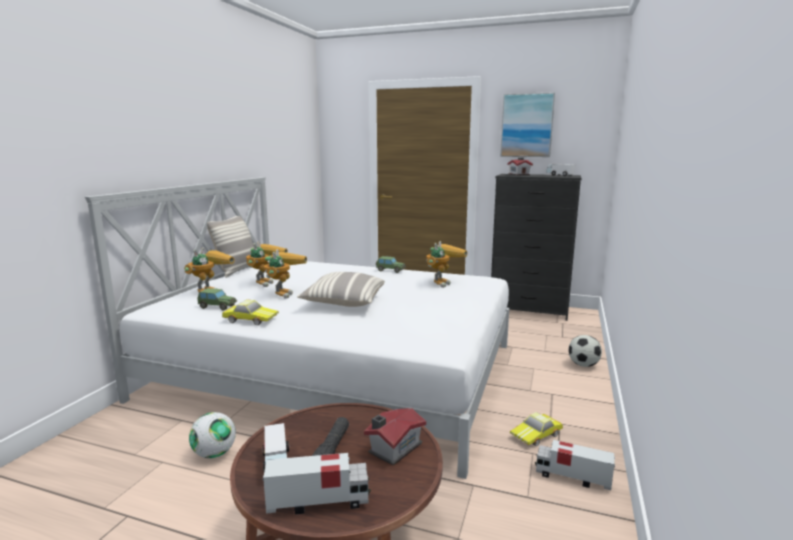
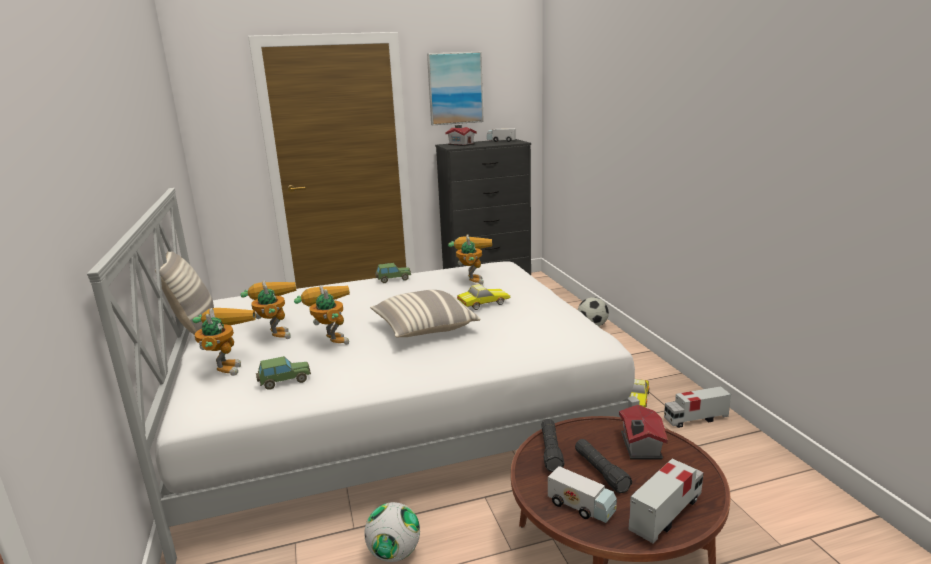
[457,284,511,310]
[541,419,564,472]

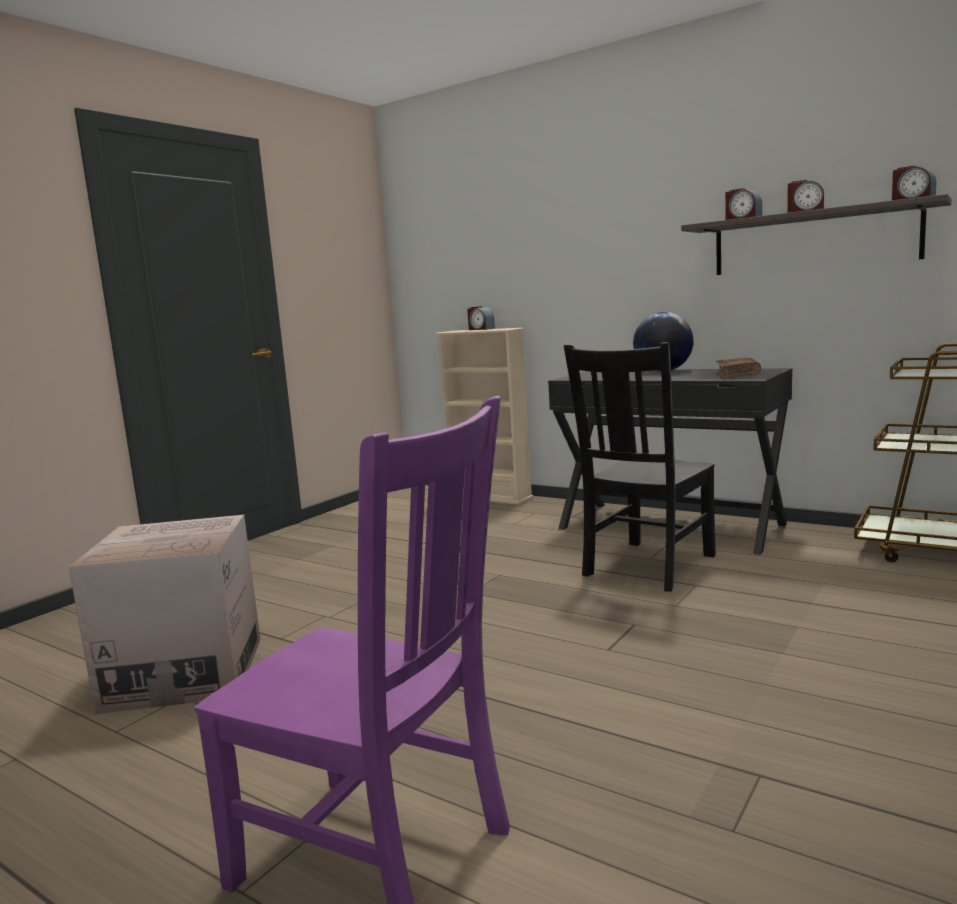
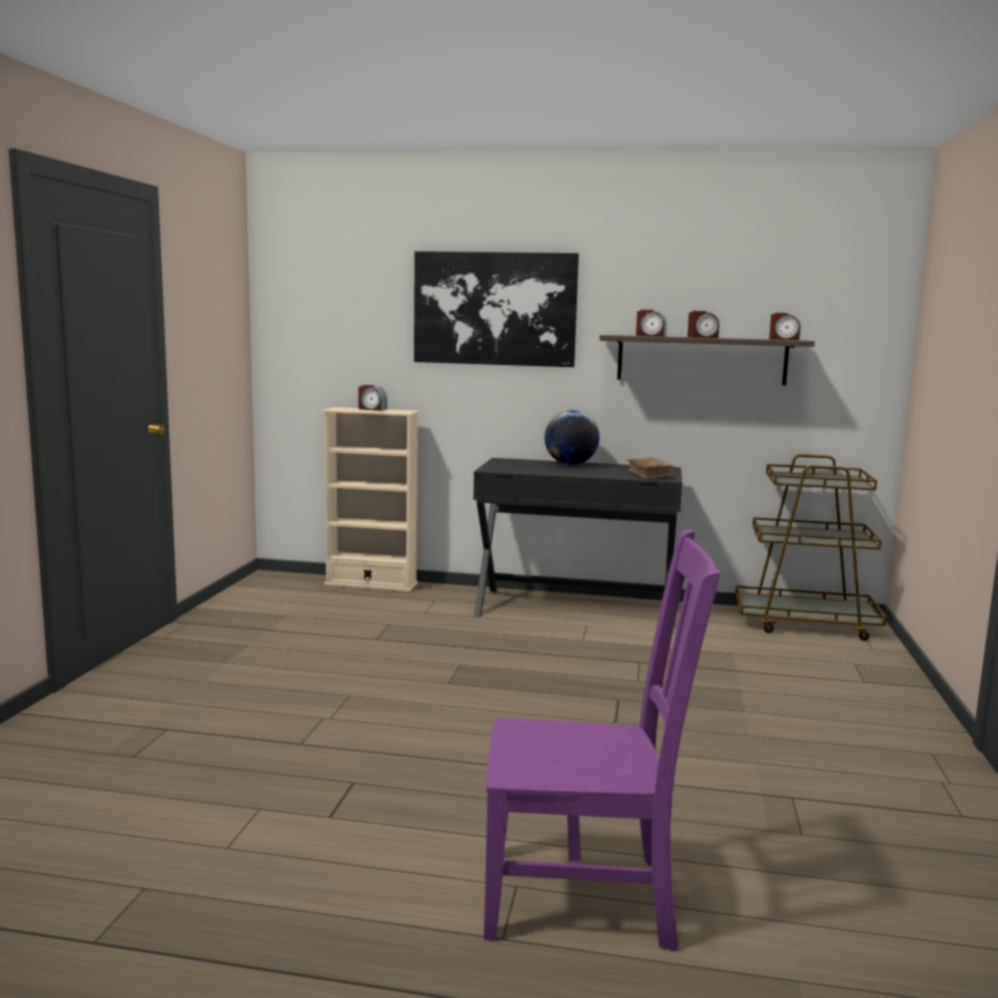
[414,251,579,367]
[69,515,260,715] (first image)
[564,342,716,592] (first image)

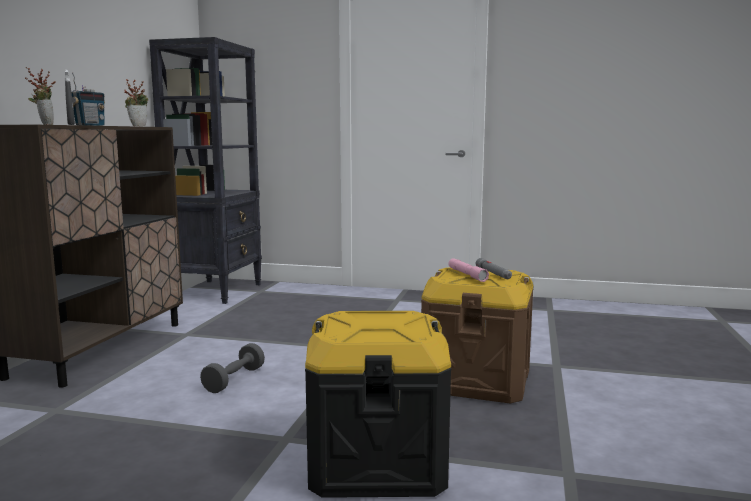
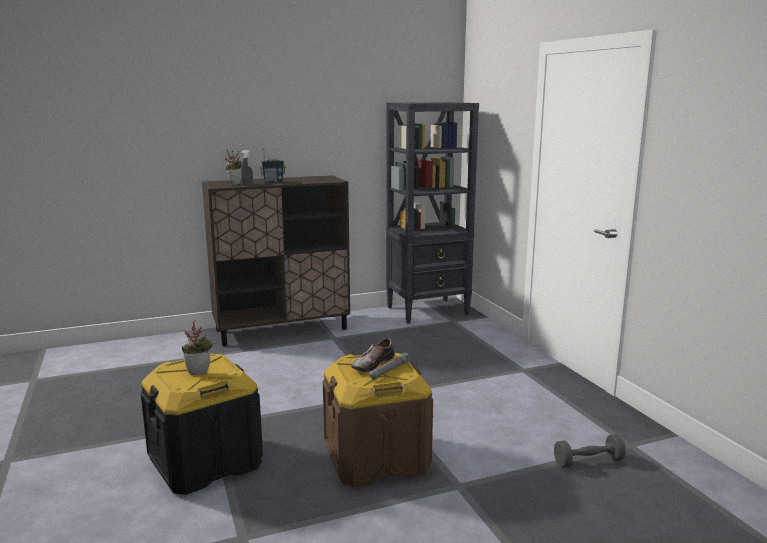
[182,320,214,375]
[351,338,395,372]
[554,434,626,468]

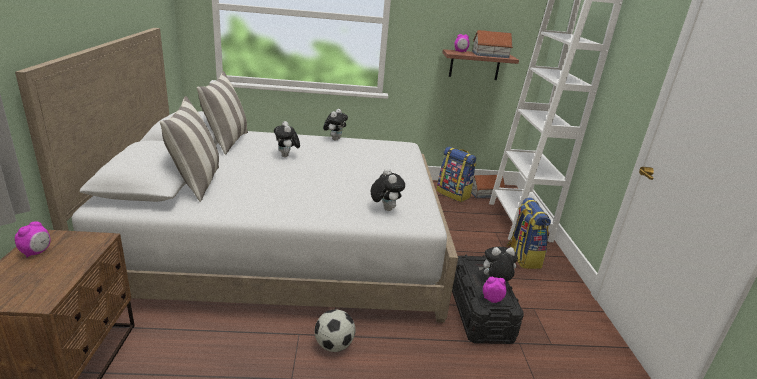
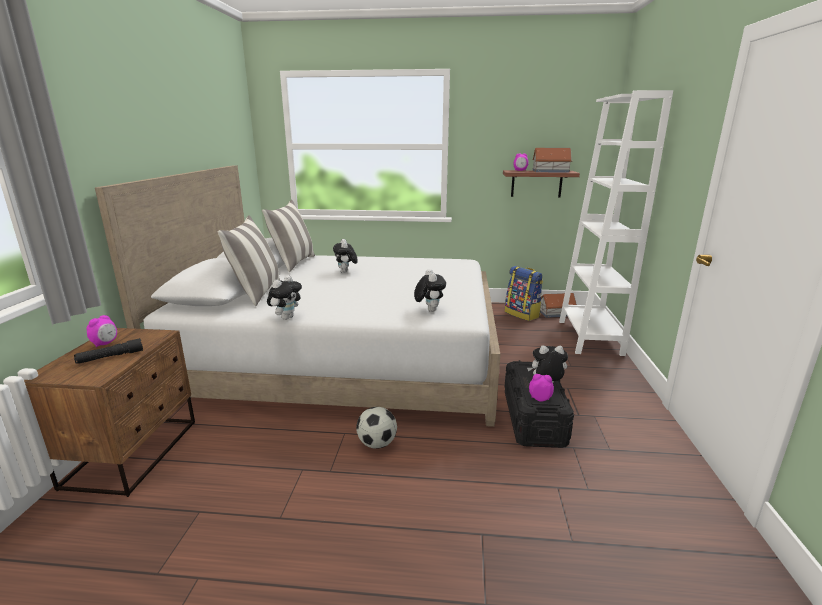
[74,338,143,364]
[267,275,302,320]
[507,198,551,269] (first image)

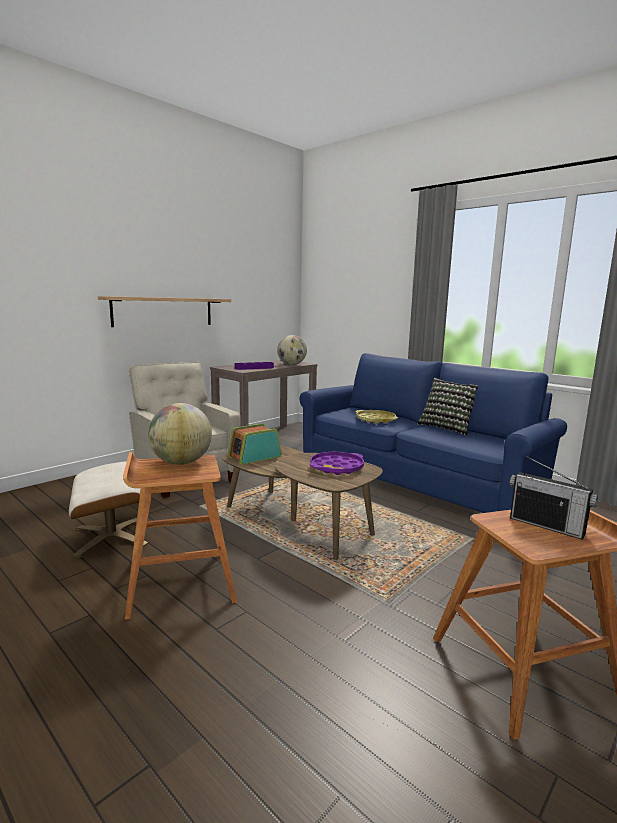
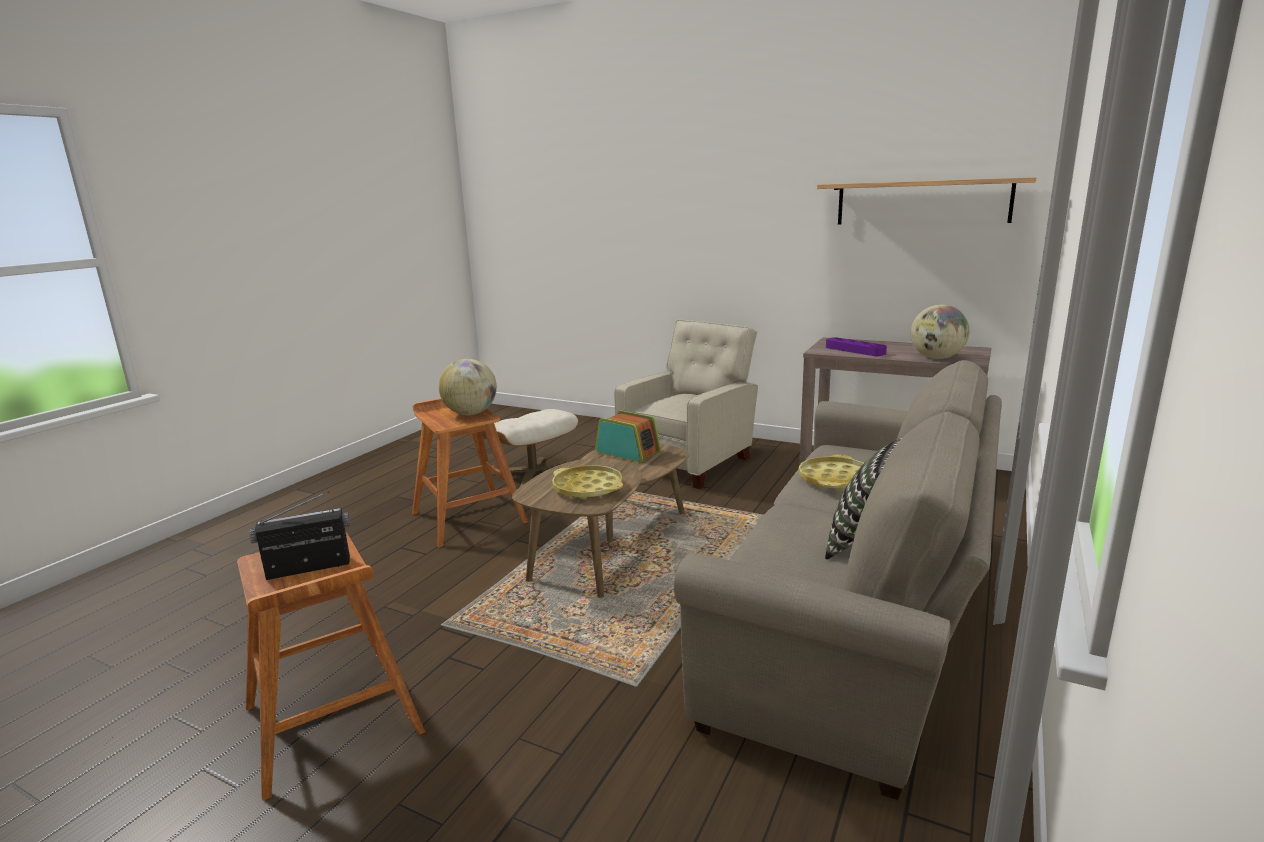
[249,491,350,580]
[552,465,623,499]
[674,360,1002,800]
[817,177,1037,224]

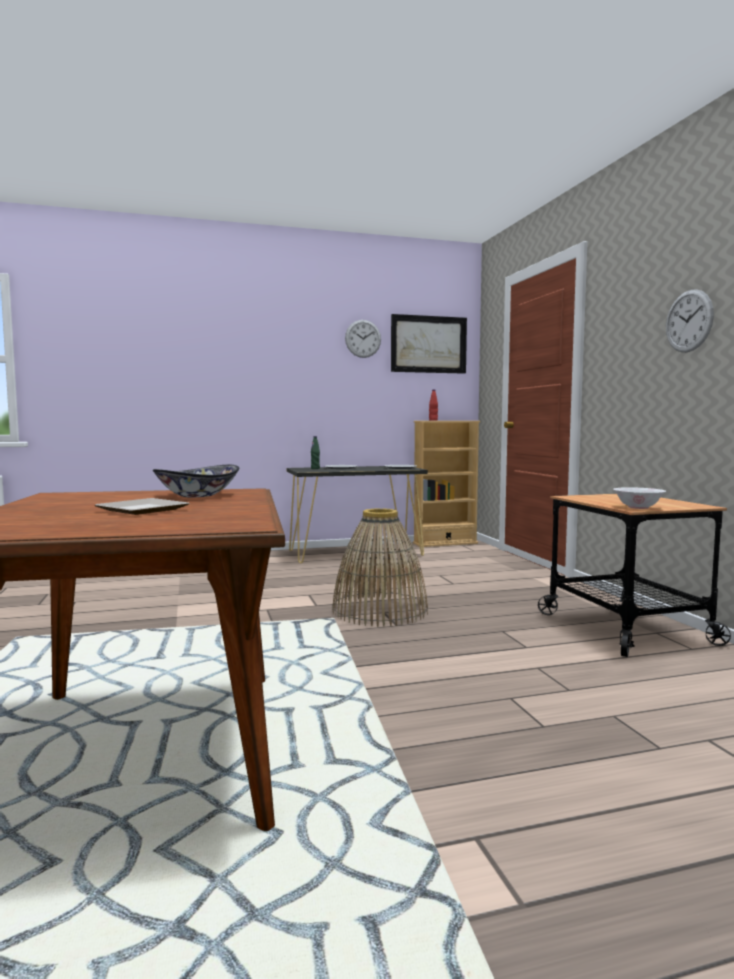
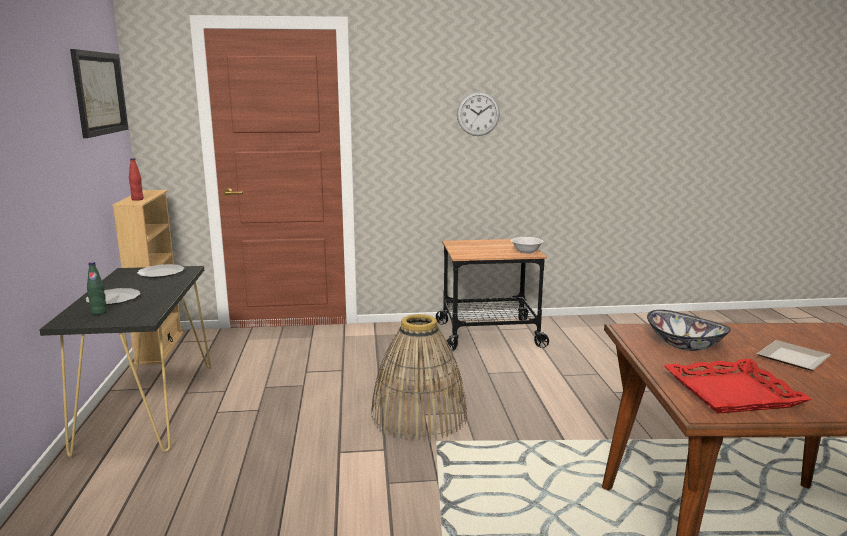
[664,359,812,414]
[345,320,381,358] (first image)

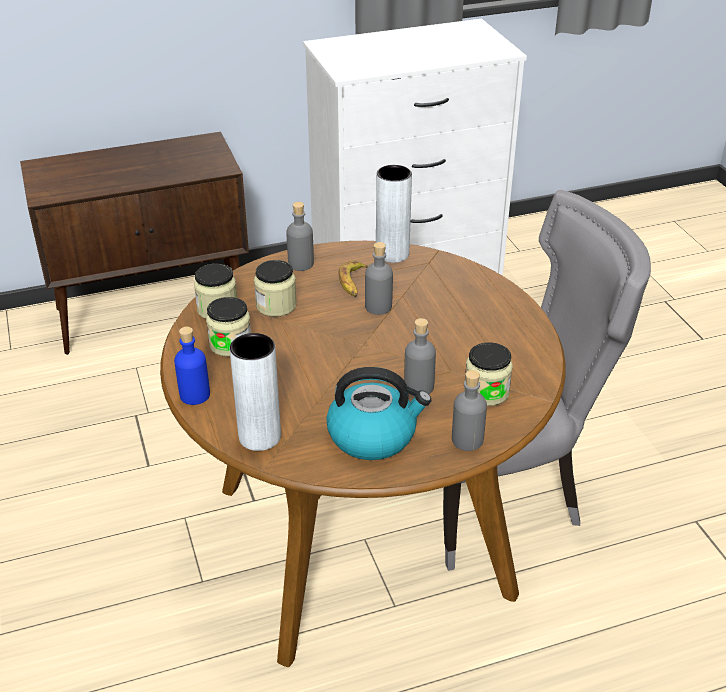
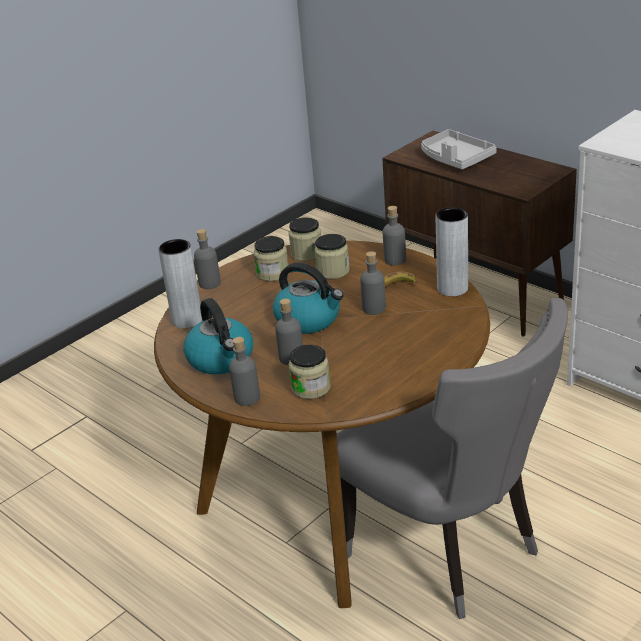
[194,229,221,289]
[273,262,344,334]
[421,129,497,169]

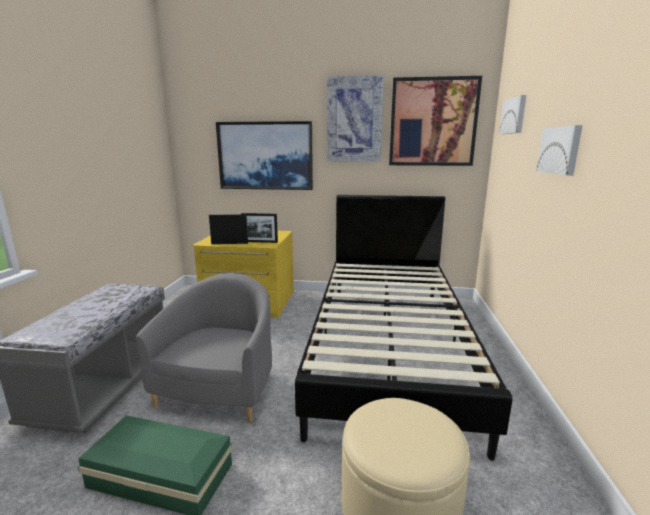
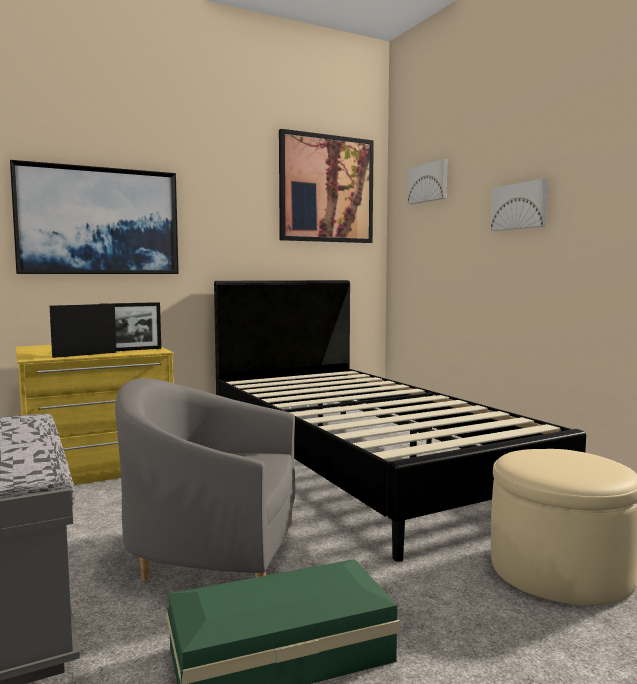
[115,378,295,581]
[327,75,384,162] (first image)

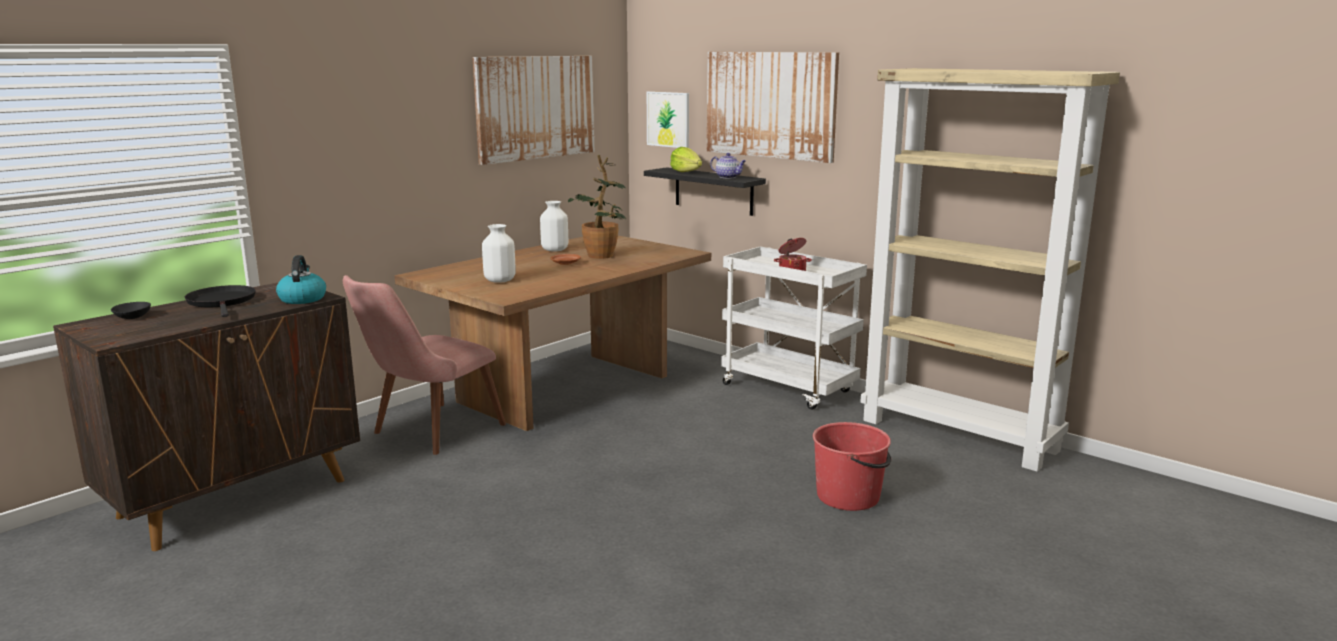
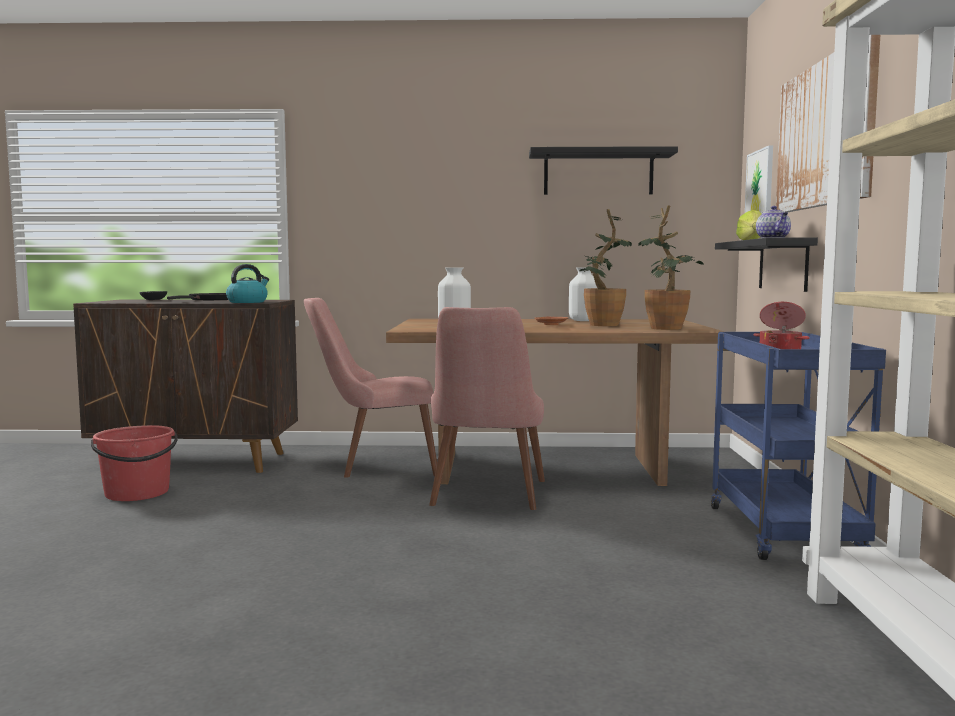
[91,425,178,501]
[429,307,545,510]
[529,146,678,195]
[638,205,704,330]
[711,332,886,560]

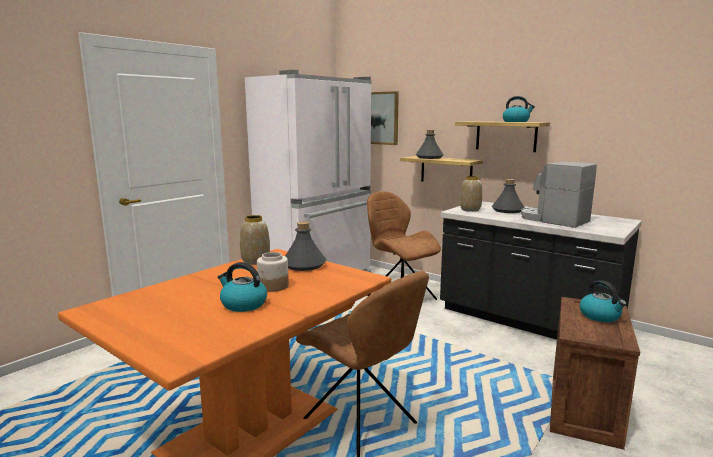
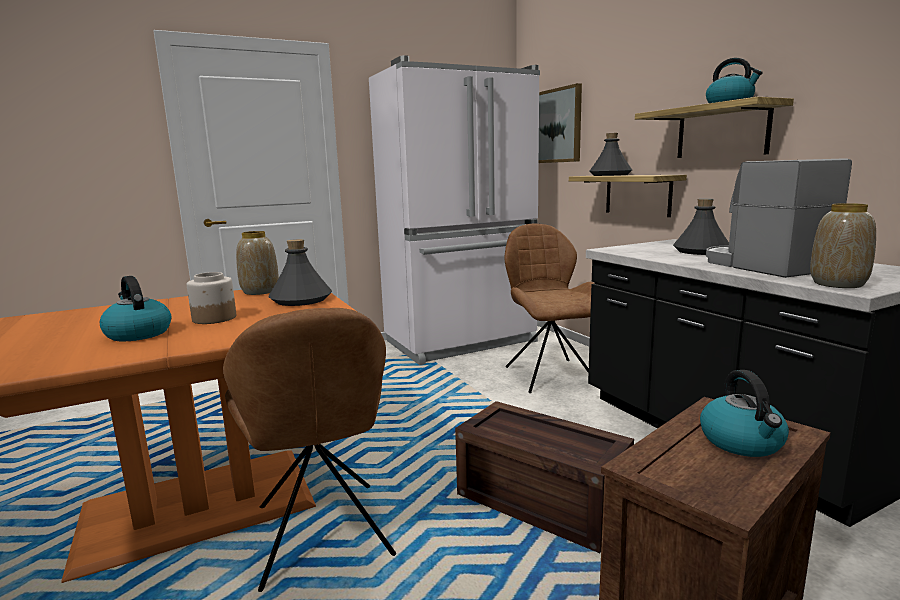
[455,401,634,553]
[810,203,876,288]

